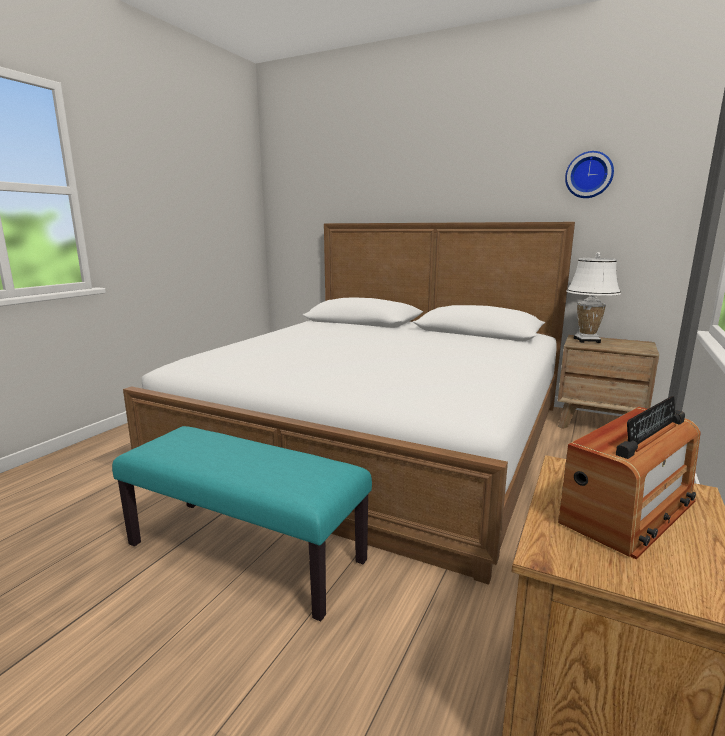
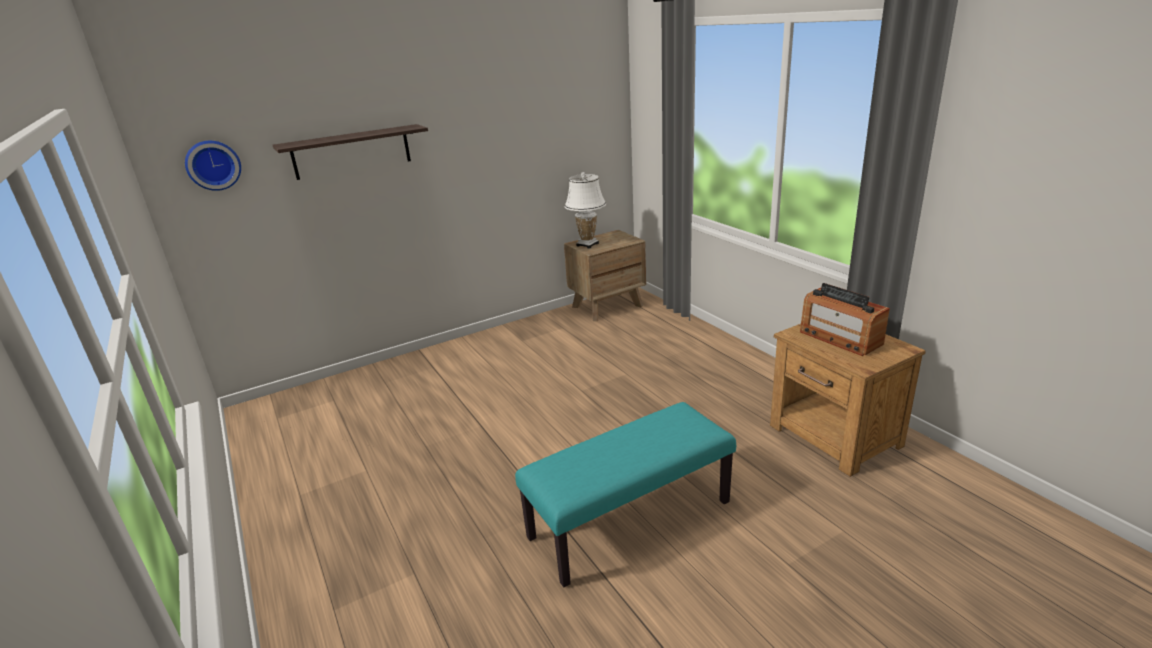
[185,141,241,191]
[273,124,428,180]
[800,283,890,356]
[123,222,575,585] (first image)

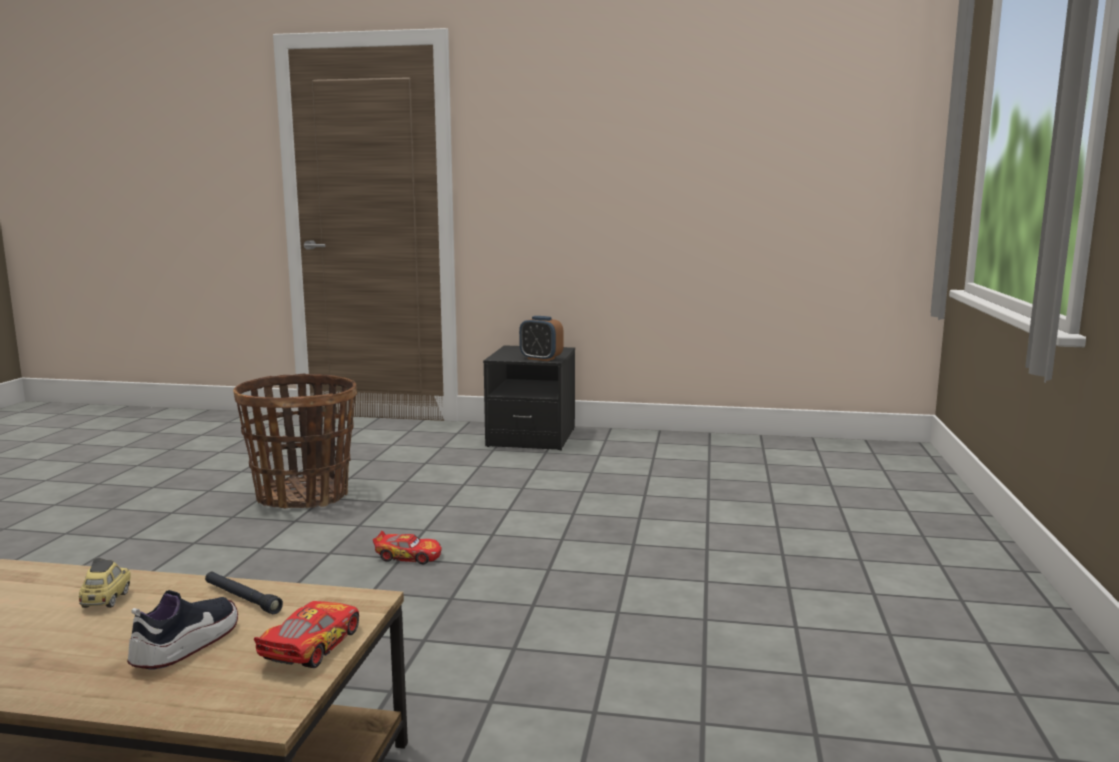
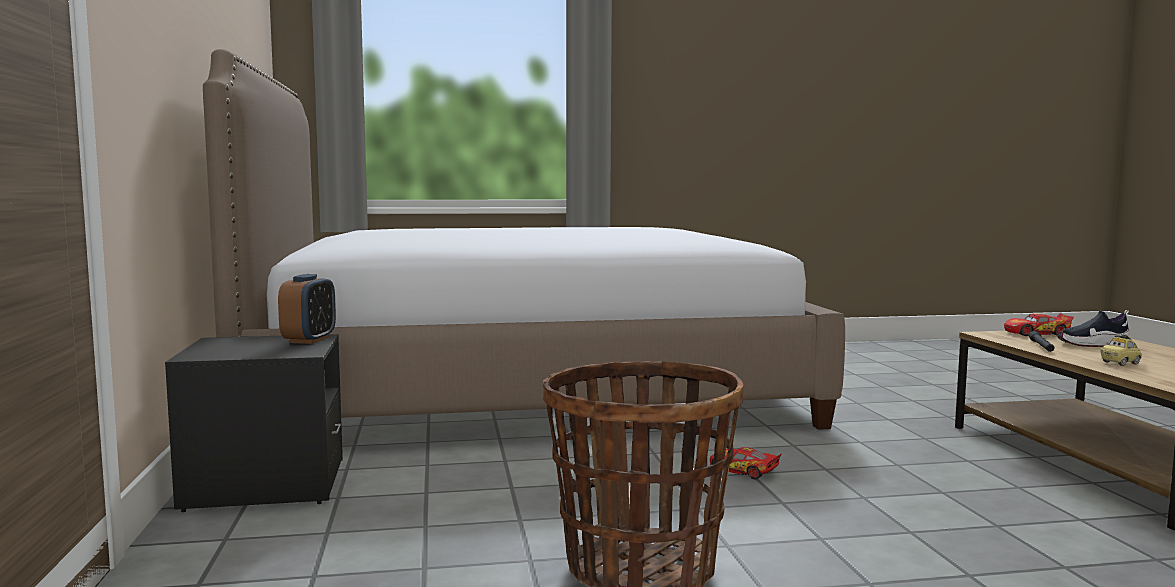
[203,49,845,430]
[710,447,781,479]

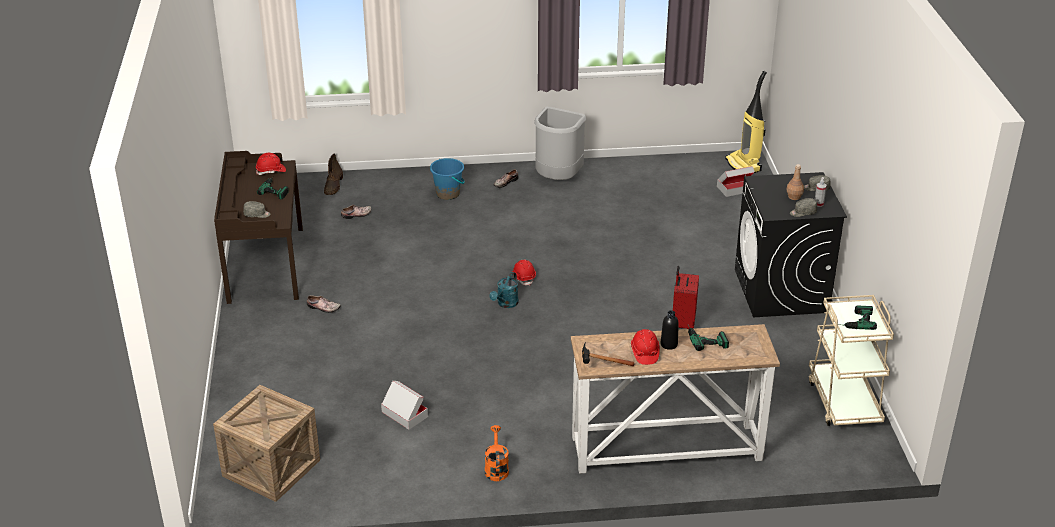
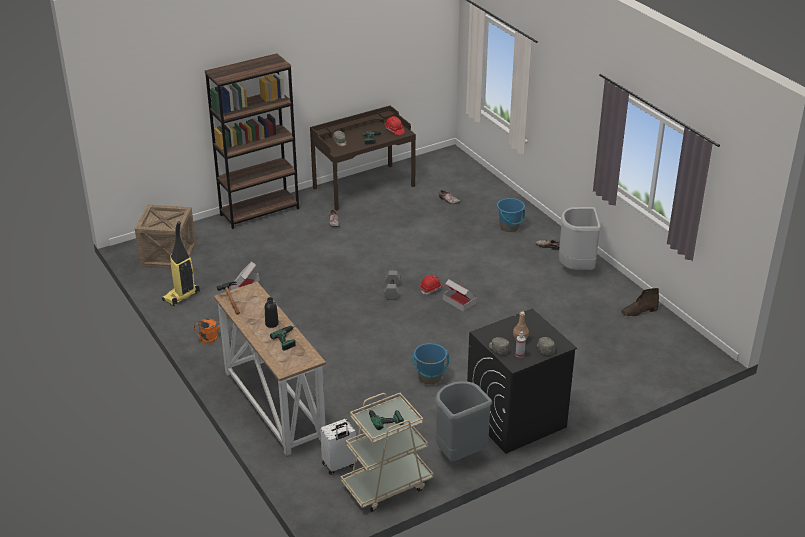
[162,221,200,306]
[205,53,299,229]
[320,419,357,475]
[384,271,401,300]
[412,343,449,384]
[435,381,492,461]
[443,279,477,312]
[621,288,659,316]
[631,329,660,365] (first image)

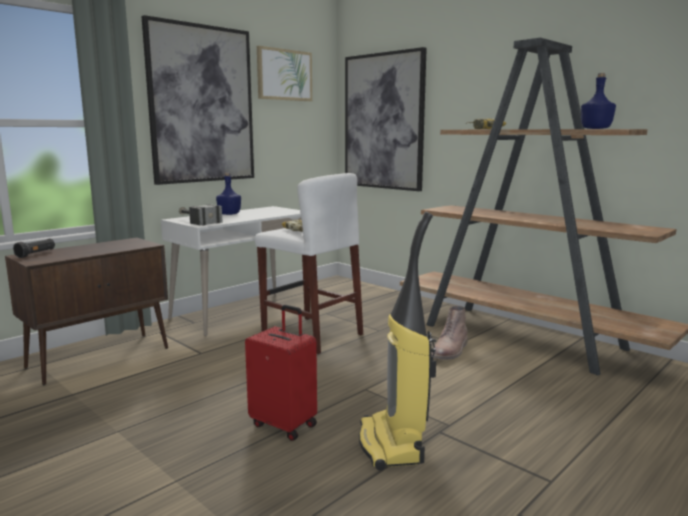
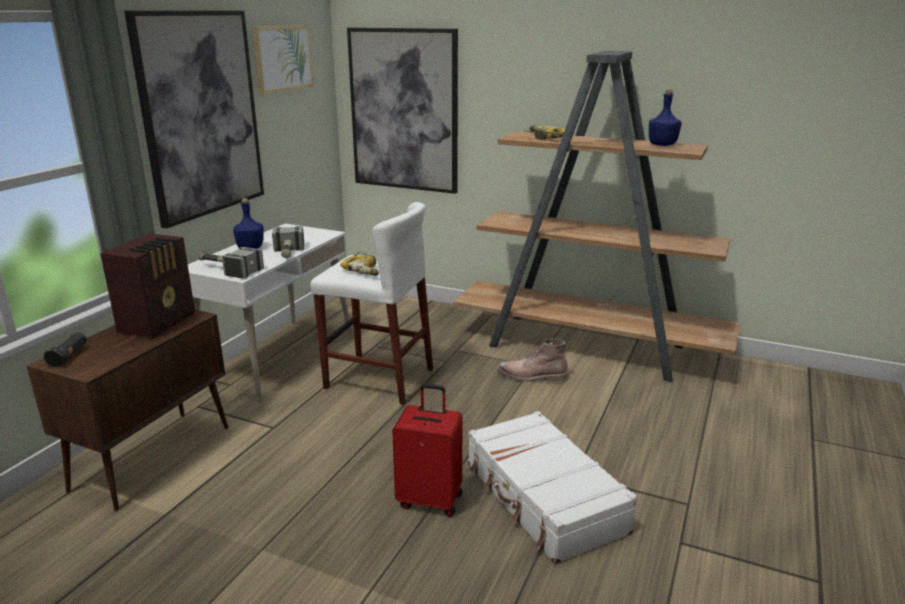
[100,233,195,339]
[272,226,304,258]
[468,411,638,564]
[497,339,568,382]

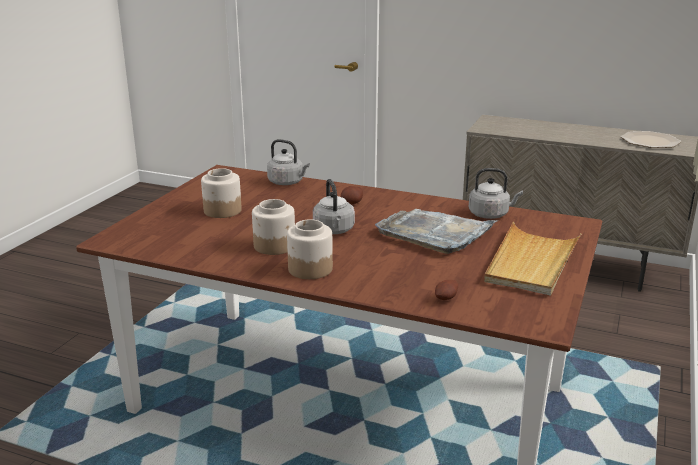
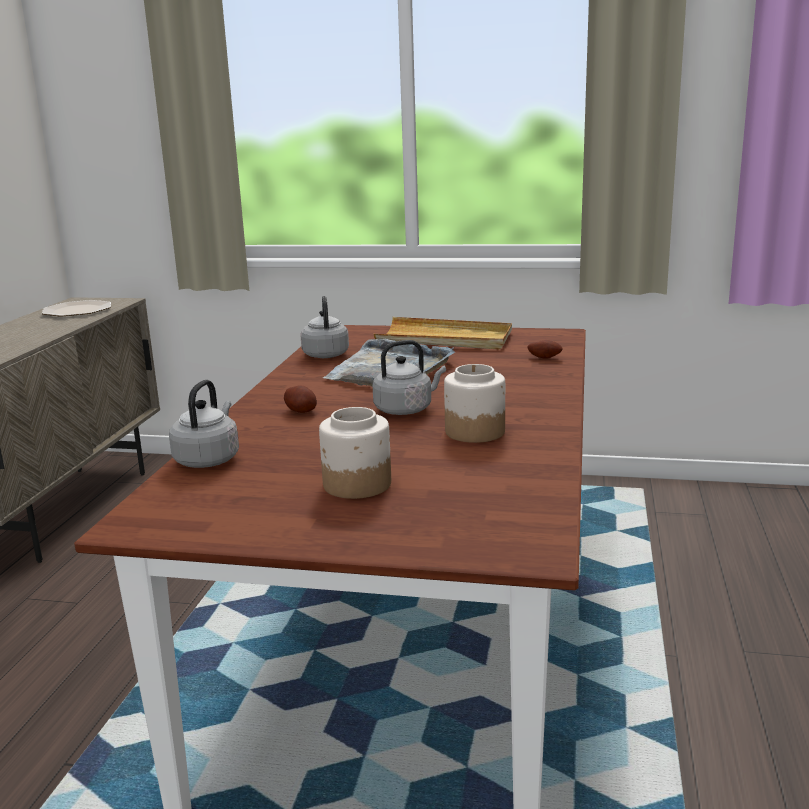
[287,219,333,279] (first image)

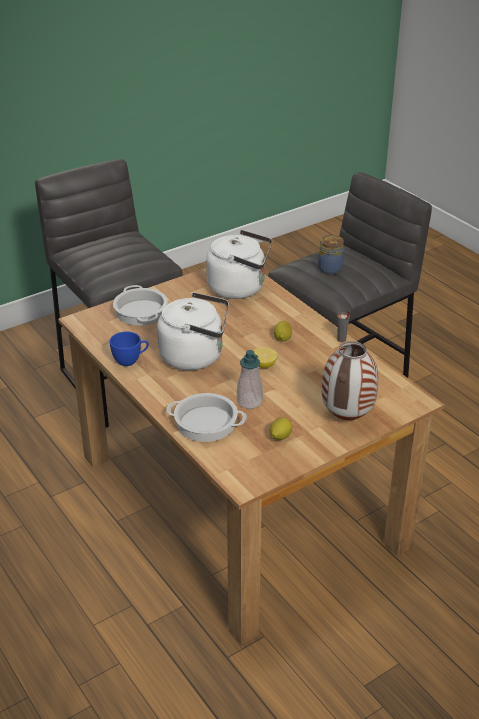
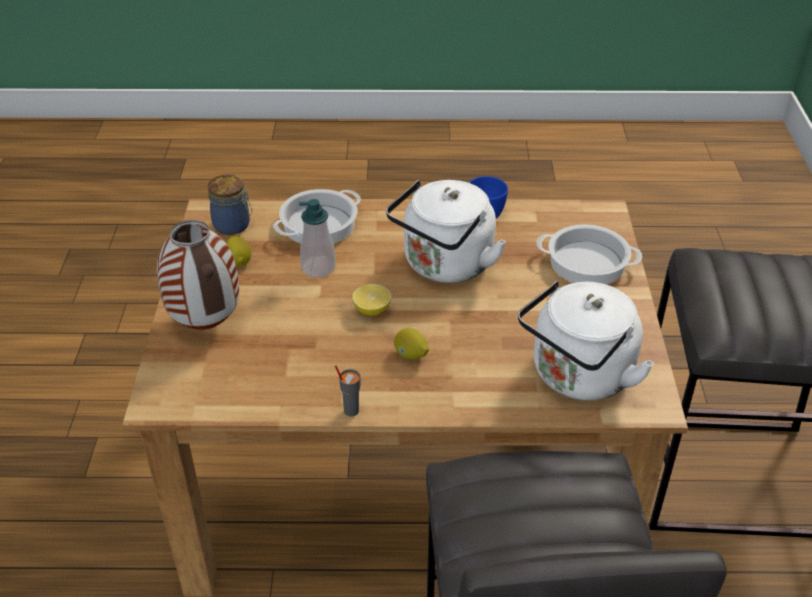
[208,174,252,235]

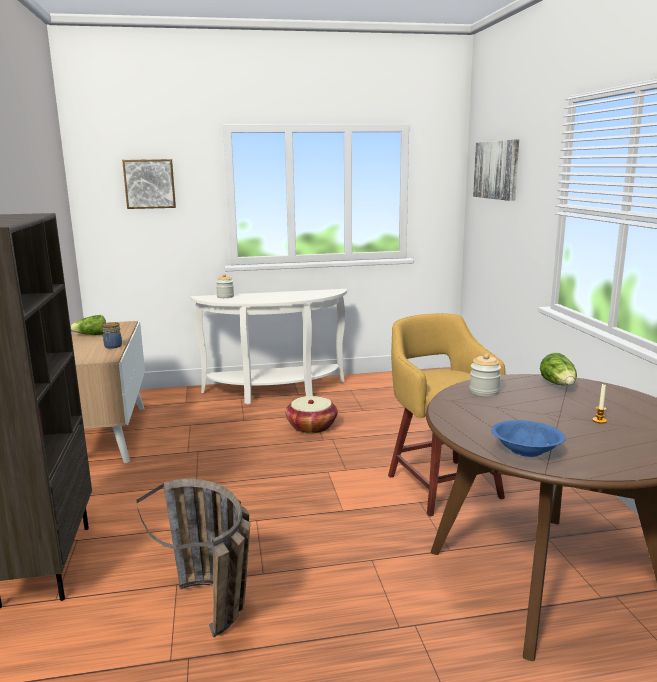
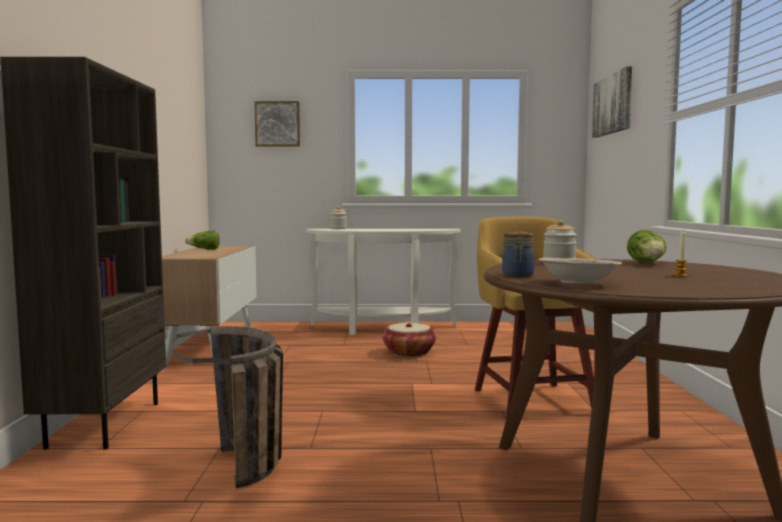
[502,231,535,277]
[538,258,622,284]

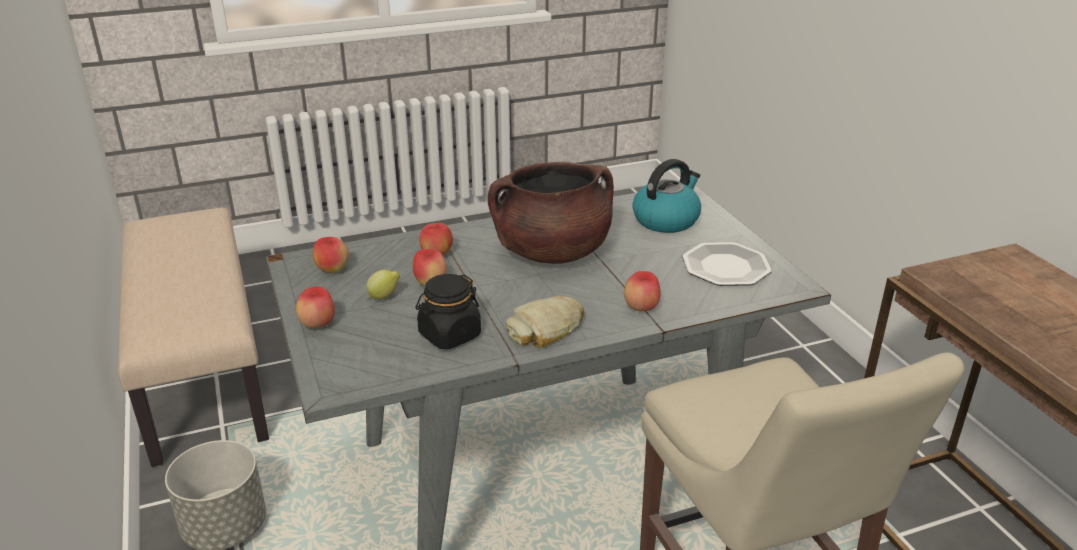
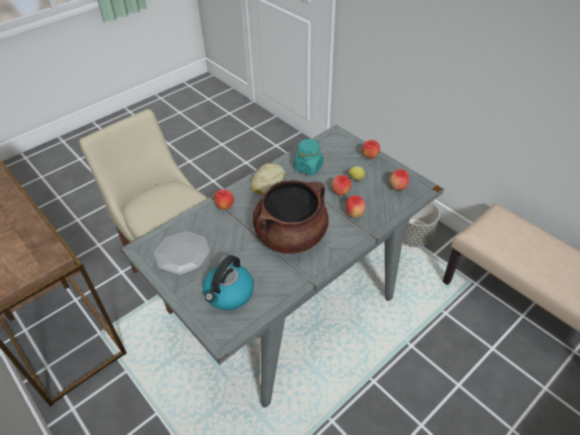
[294,139,323,175]

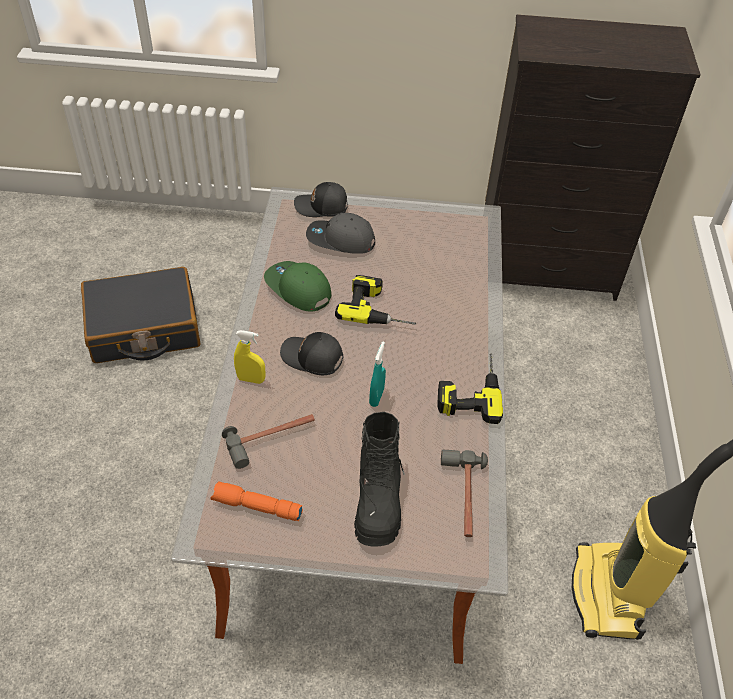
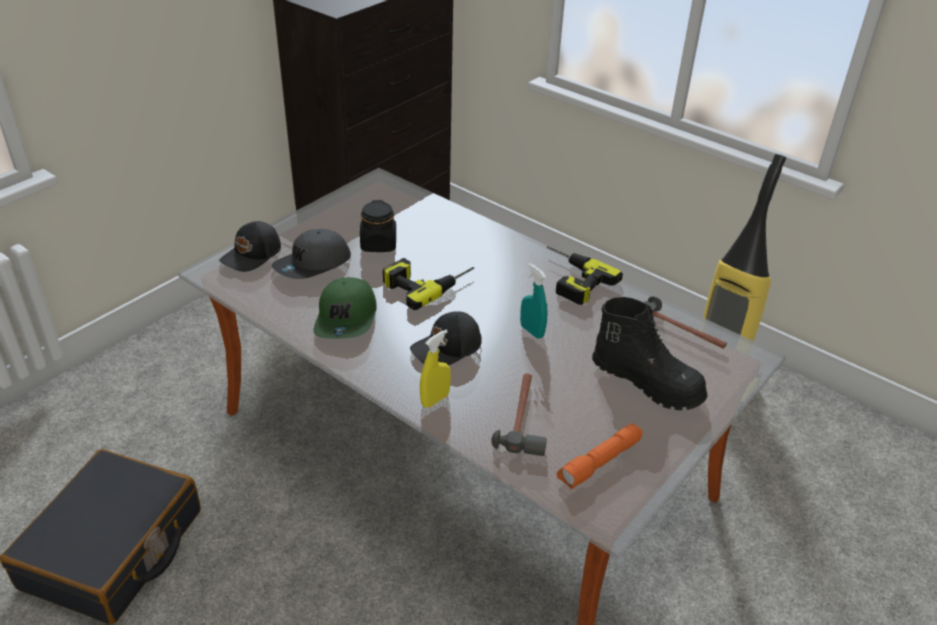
[314,277,377,339]
[360,200,396,252]

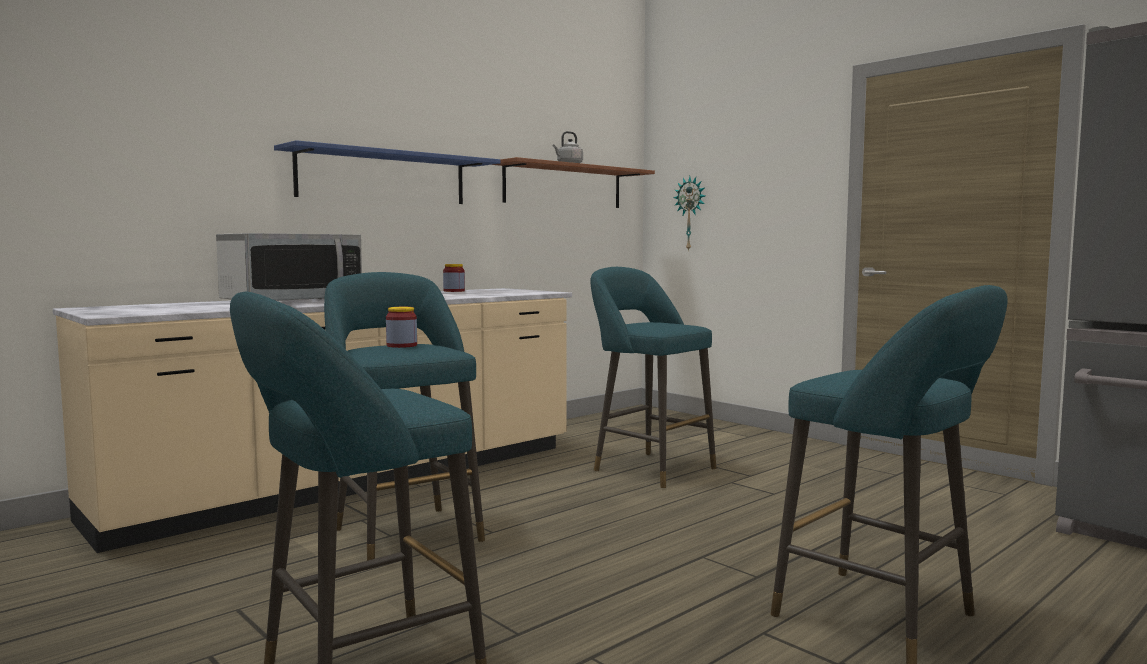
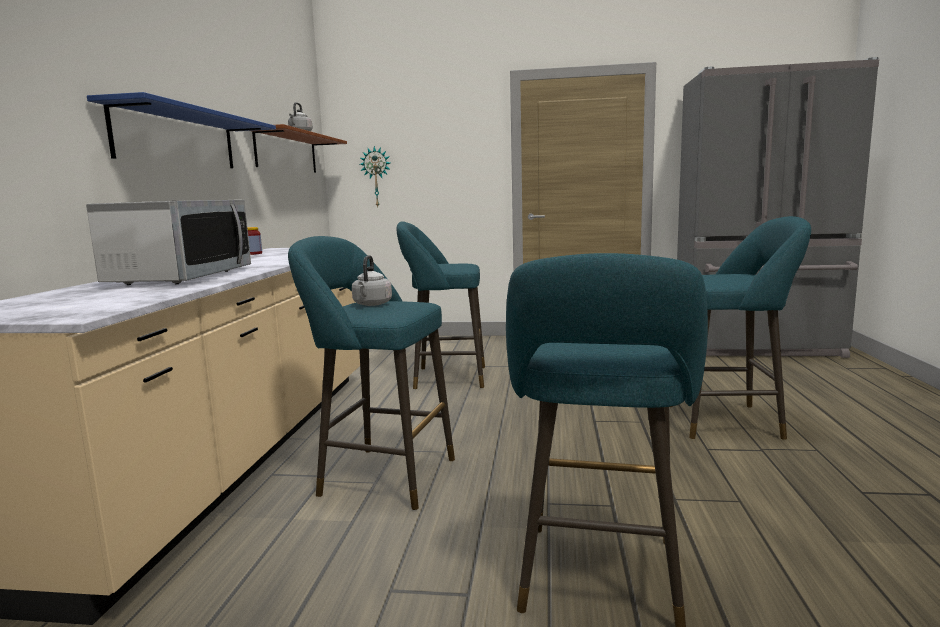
[352,255,392,306]

